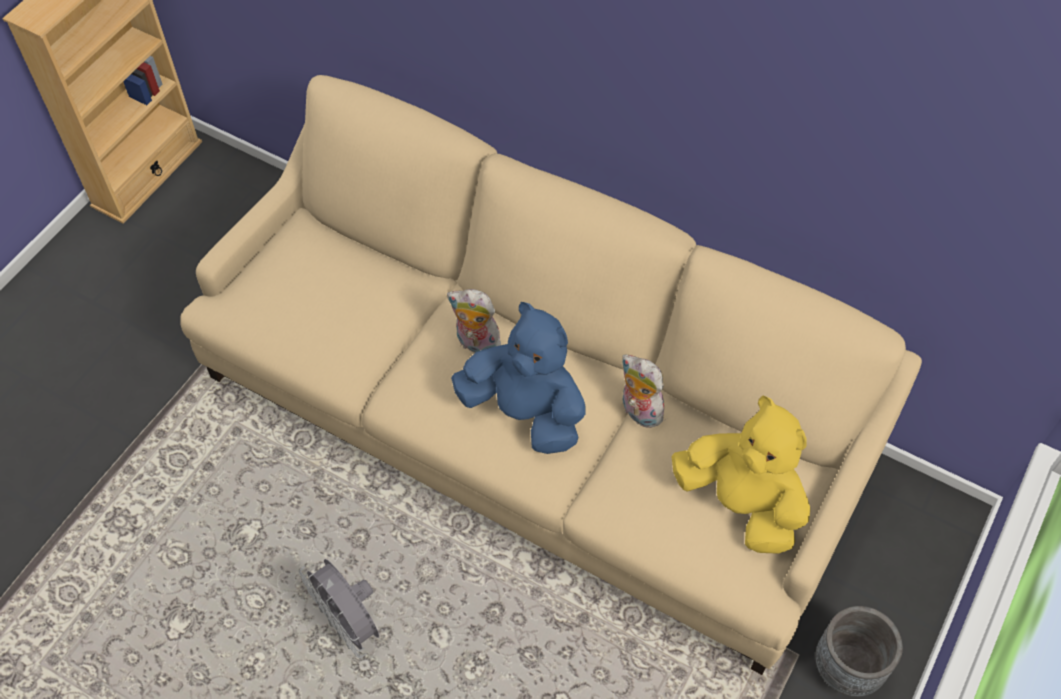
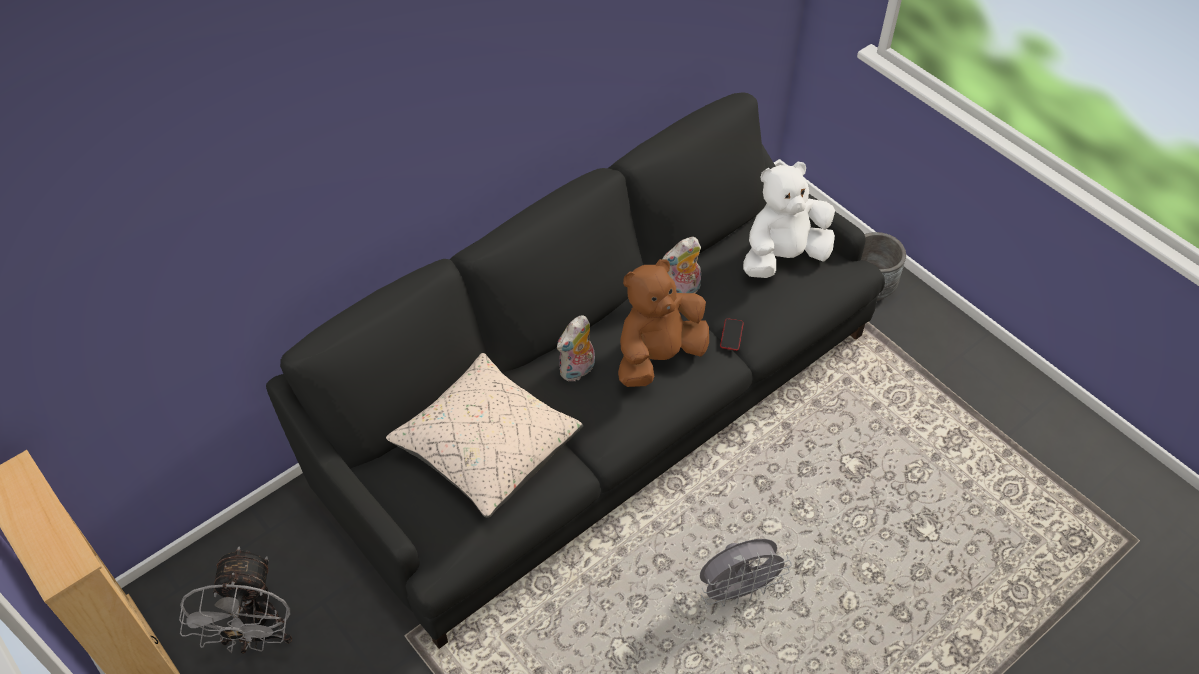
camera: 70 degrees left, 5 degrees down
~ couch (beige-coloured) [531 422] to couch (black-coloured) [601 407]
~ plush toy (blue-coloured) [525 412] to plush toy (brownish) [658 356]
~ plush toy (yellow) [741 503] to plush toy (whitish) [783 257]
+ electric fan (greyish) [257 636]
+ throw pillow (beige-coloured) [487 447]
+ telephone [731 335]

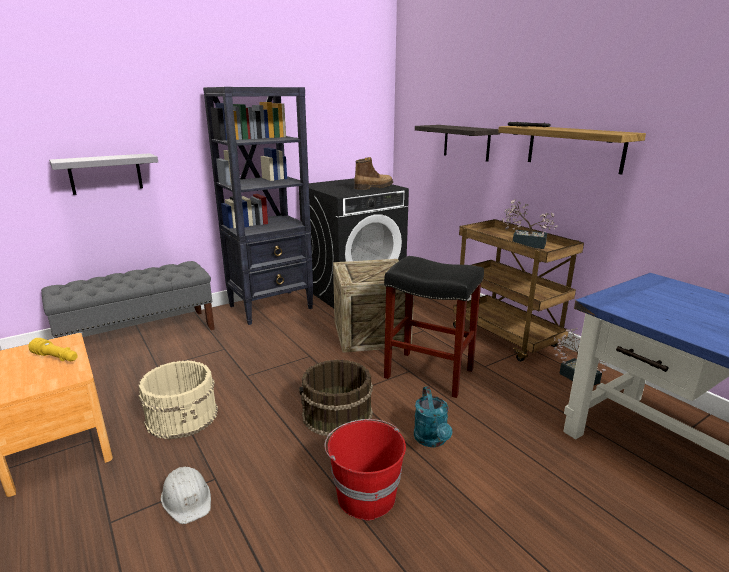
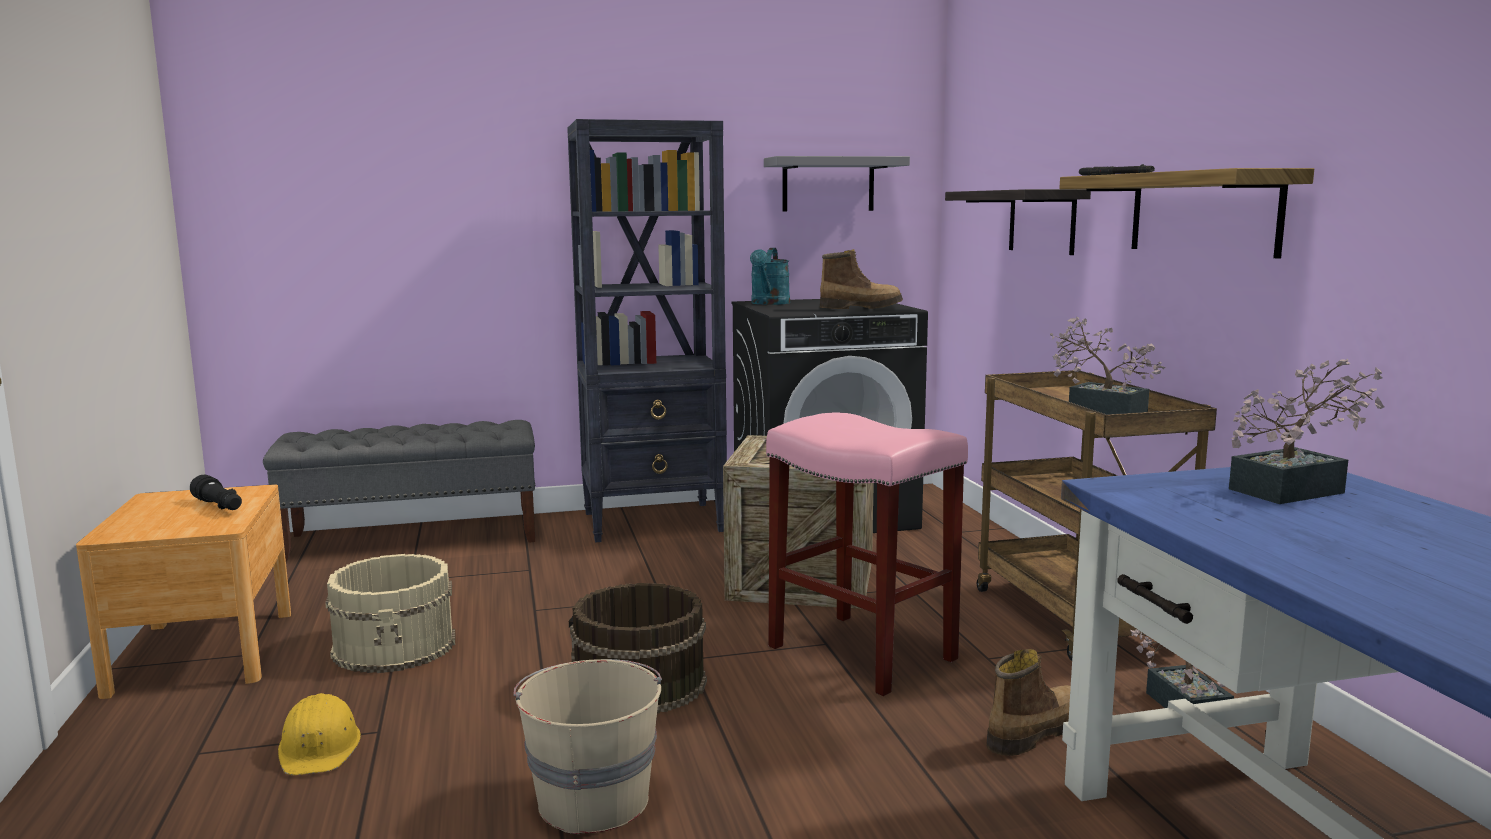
camera: 20 degrees right, 10 degrees down
~ hand torch (yellow) [56 358] to hand torch (black-coloured) [219 506]
~ shelf (greyish) [105 174] to [828 184]
~ work helmet (whitish) [187 498] to work helmet (yellow) [320 747]
~ water bucket (red) [365 495] to water bucket (beige-coloured) [592 799]
~ sitting stool (black-coloured) [427 373] to sitting stool (pink) [859 652]
~ watering pot (turquoise-coloured) [432 440] to [769 303]
+ tall boot [1035 732]
+ potted plant [1296 490]

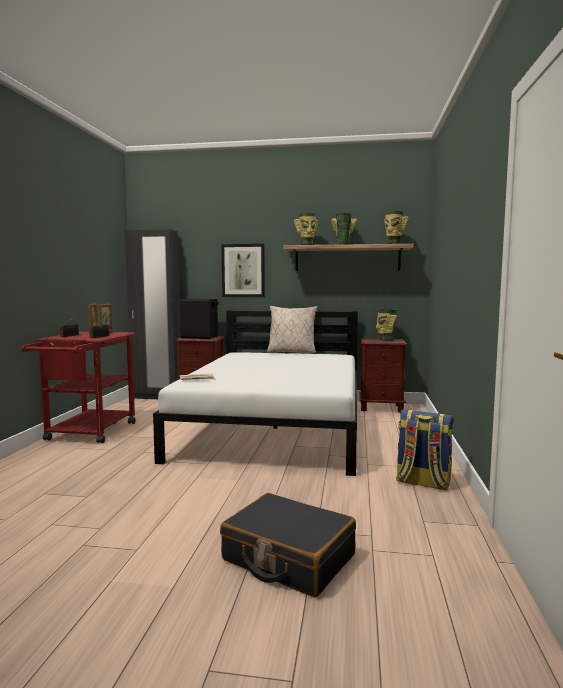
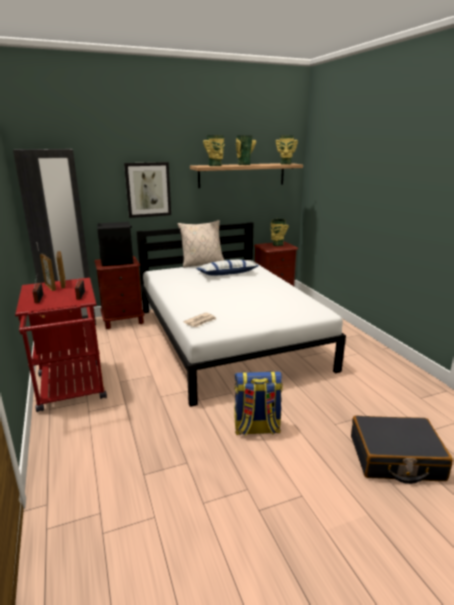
camera: 30 degrees left, 15 degrees up
~ rucksack [422 482] to [256 428]
+ throw pillow [227 274]

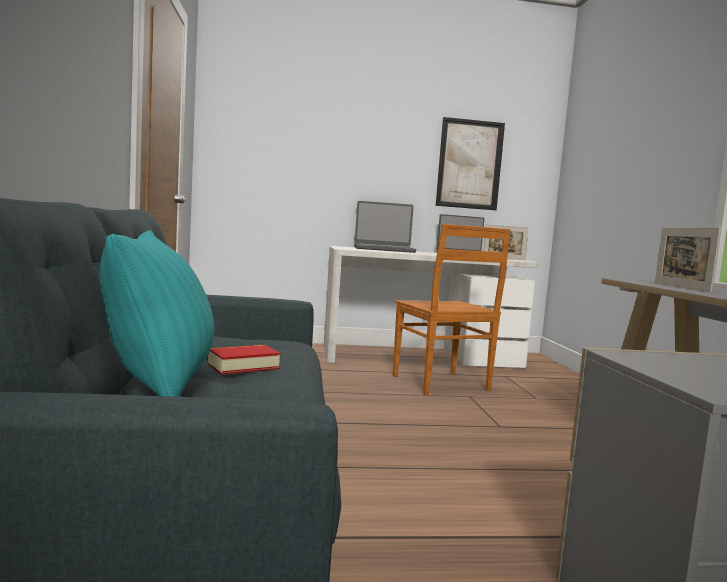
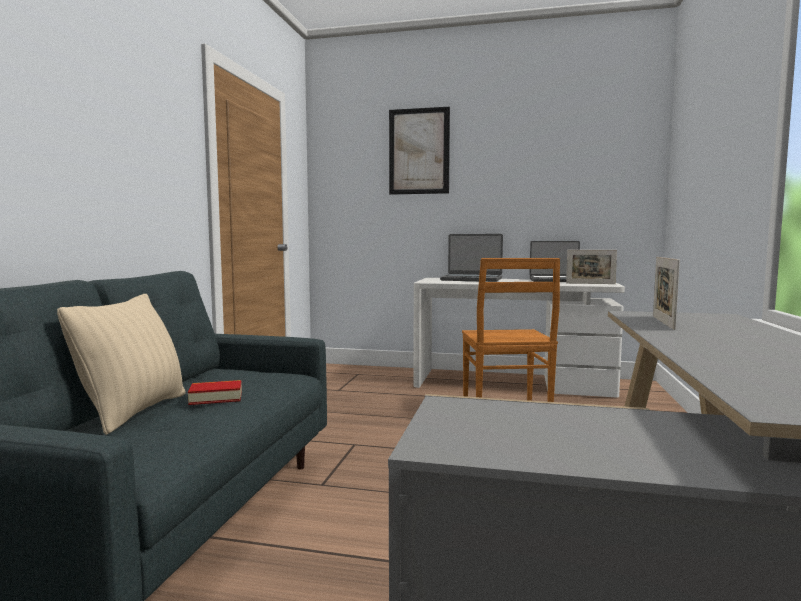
camera: 20 degrees right, 0 degrees up
~ throw pillow (turquoise-coloured) [160 384] to throw pillow (beige-coloured) [134 412]
~ wall art [469 164] to [419 151]

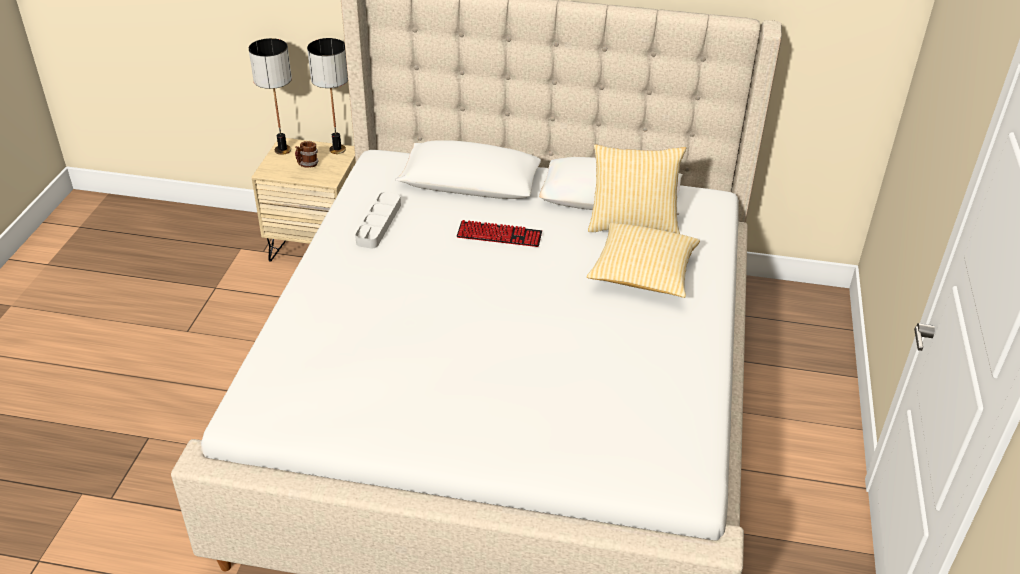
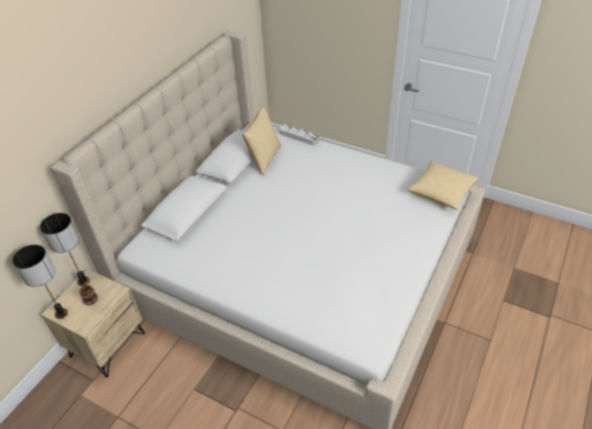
camera: 70 degrees left, 5 degrees up
~ carrying tray (greyish) [379 223] to [299 136]
- PC keyboard [499 235]
~ throw pillow [642 274] to [441 192]

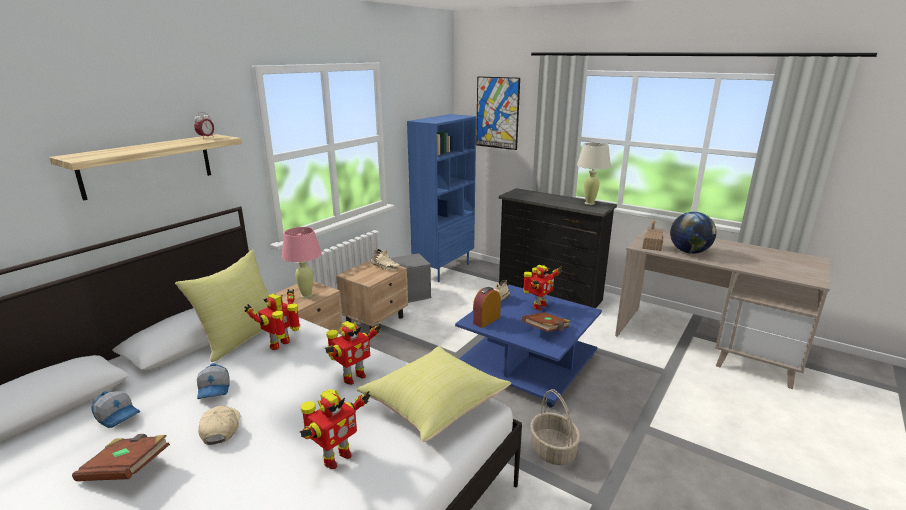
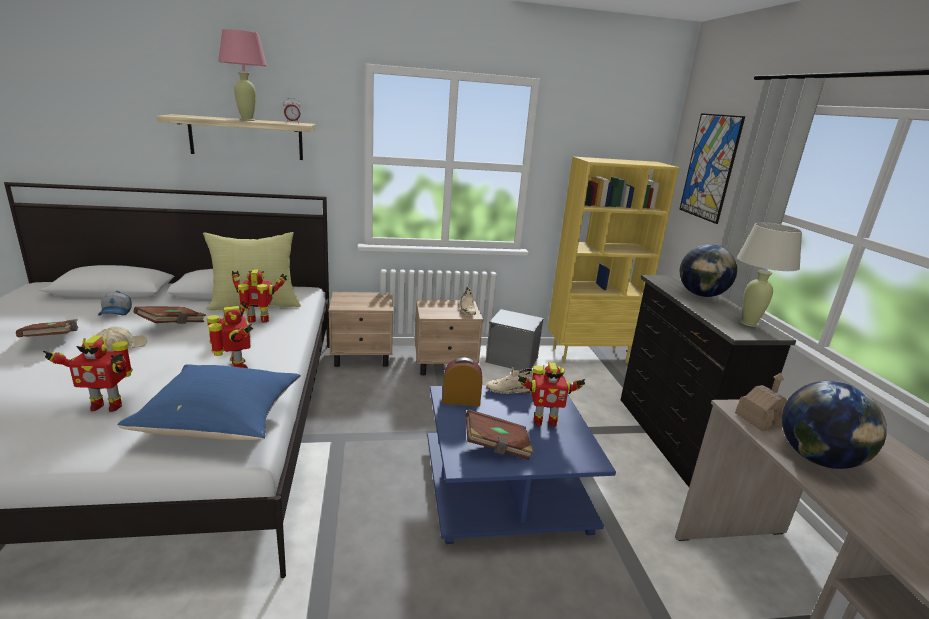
camera: 45 degrees right, 0 degrees up
~ cap [215 389] to volume (brownish) [173 325]
~ table lamp (pink) [306 295] to [247 120]
~ model robot [352 377] = [236 366] 120 degrees counterclockwise
~ throw pillow (yellow) [434 406] to throw pillow (blue-coloured) [223 421]
~ shelving unit (blue-coloured) [443 269] to shelving unit (yellow) [590 355]
- storage basket [553 451]
+ desk globe [701 295]

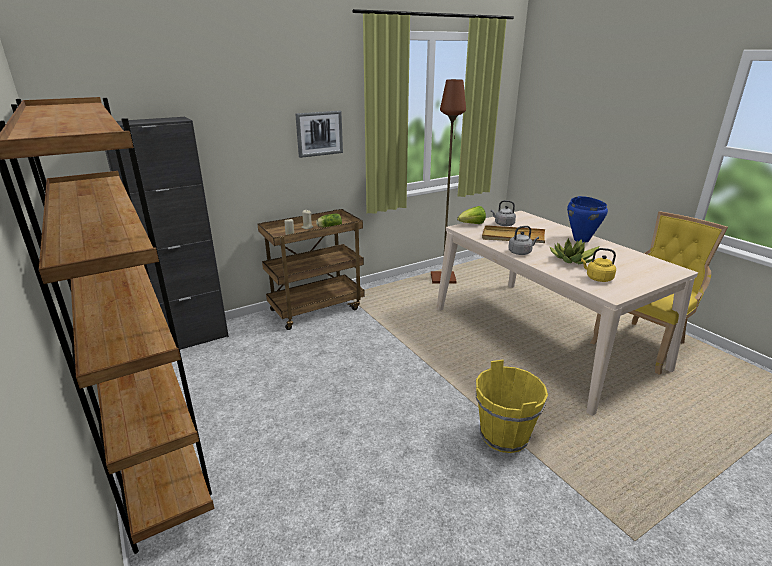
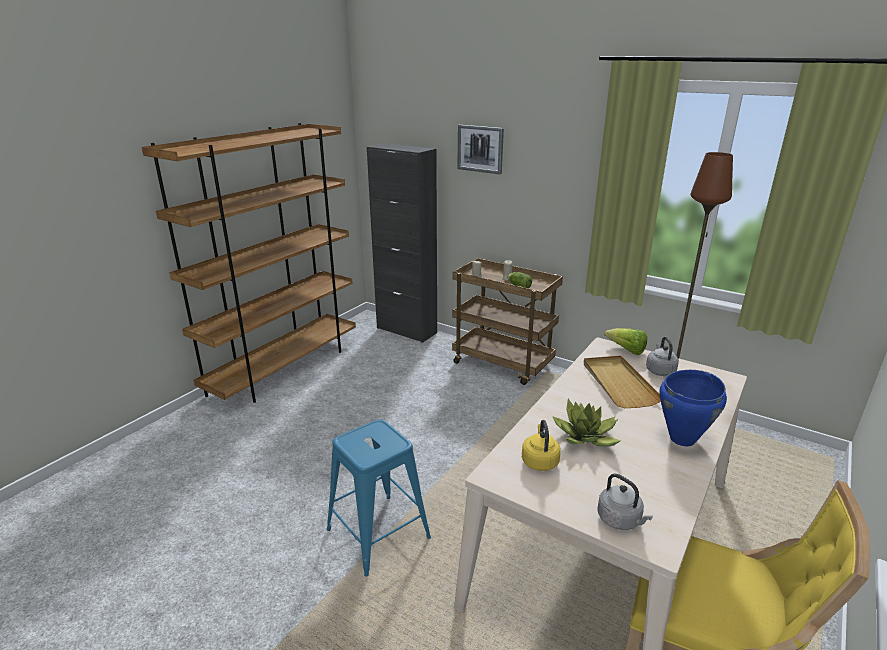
camera: 65 degrees right, 0 degrees up
~ wall art [319 133] to [480 149]
~ water bucket (yellow) [503 435] to sitting stool (blue-coloured) [379 533]
~ kettle (greyish) [521 252] to [620 520]

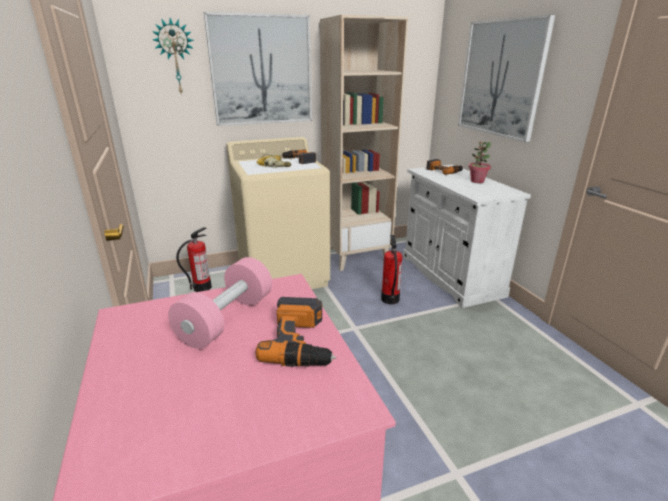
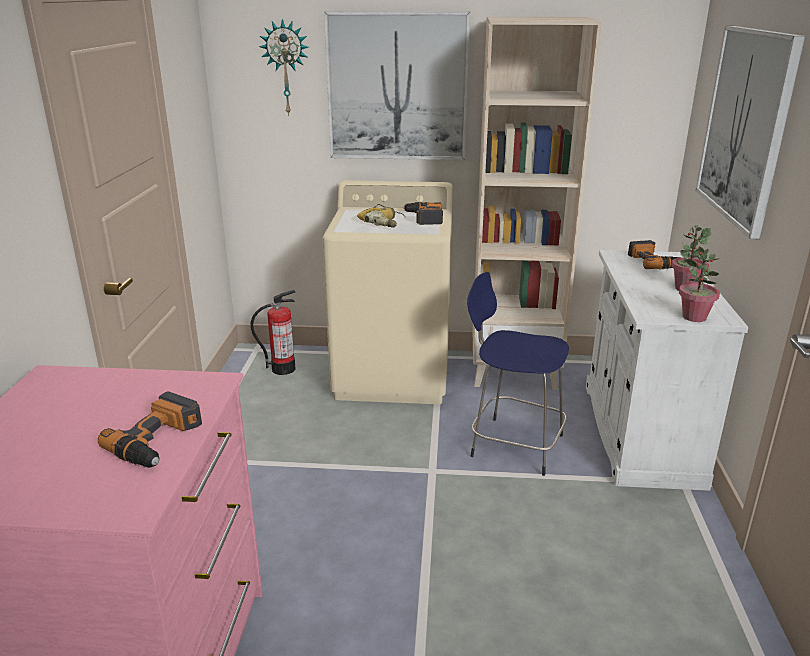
camera: 25 degrees right, 0 degrees up
- dumbbell (pink) [226 319]
~ fire-fighting cylinder [390 299] to sitting stool (blue-coloured) [513 444]
+ potted plant [694 317]

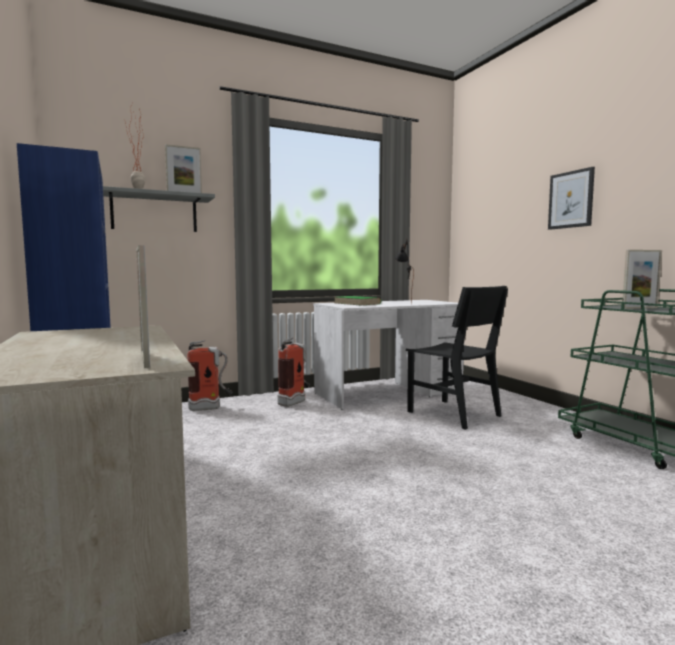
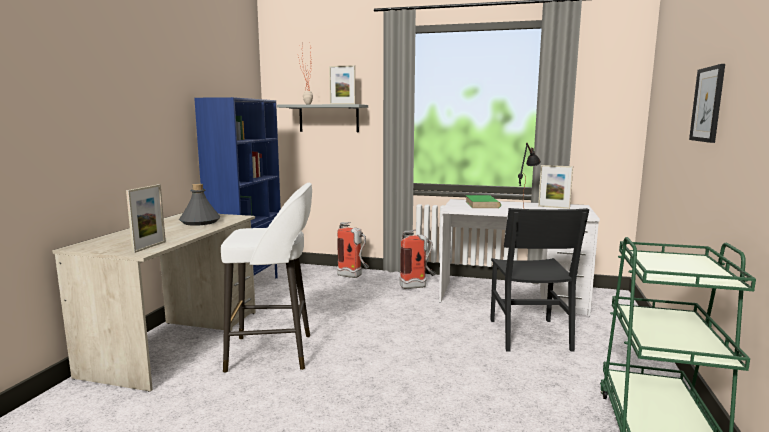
camera: 40 degrees right, 5 degrees up
~ photo frame [640 308] to [553 207]
+ beverage bottle (greyish) [200 222]
+ sitting stool (whitish) [273 353]

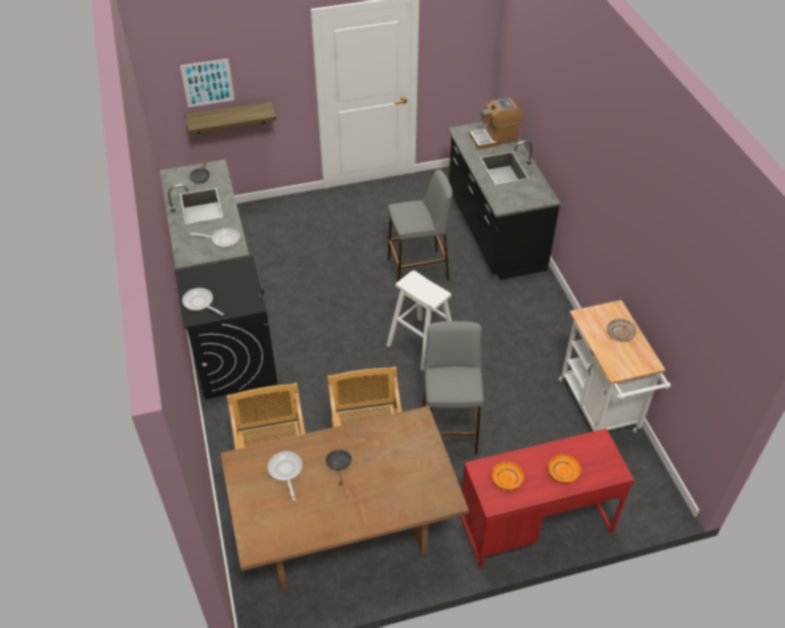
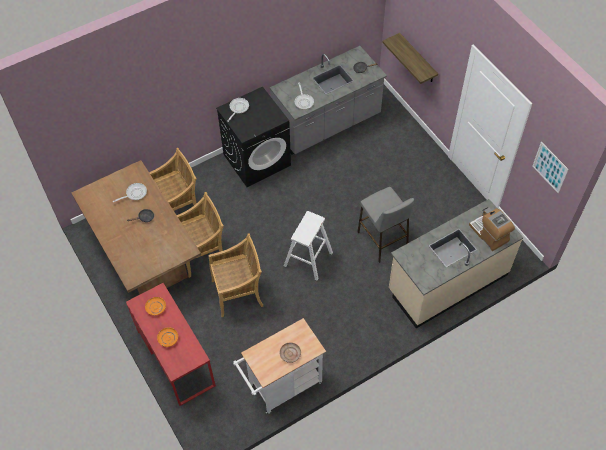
camera: 75 degrees right, 10 degrees up
~ wall art [207 83] to [550 167]
~ sitting stool (greyish) [449 428] to upright chair (beige-coloured) [238 293]
~ kitchen base unit (black-coloured) [493 231] to kitchen base unit (beige-coloured) [447 282]

